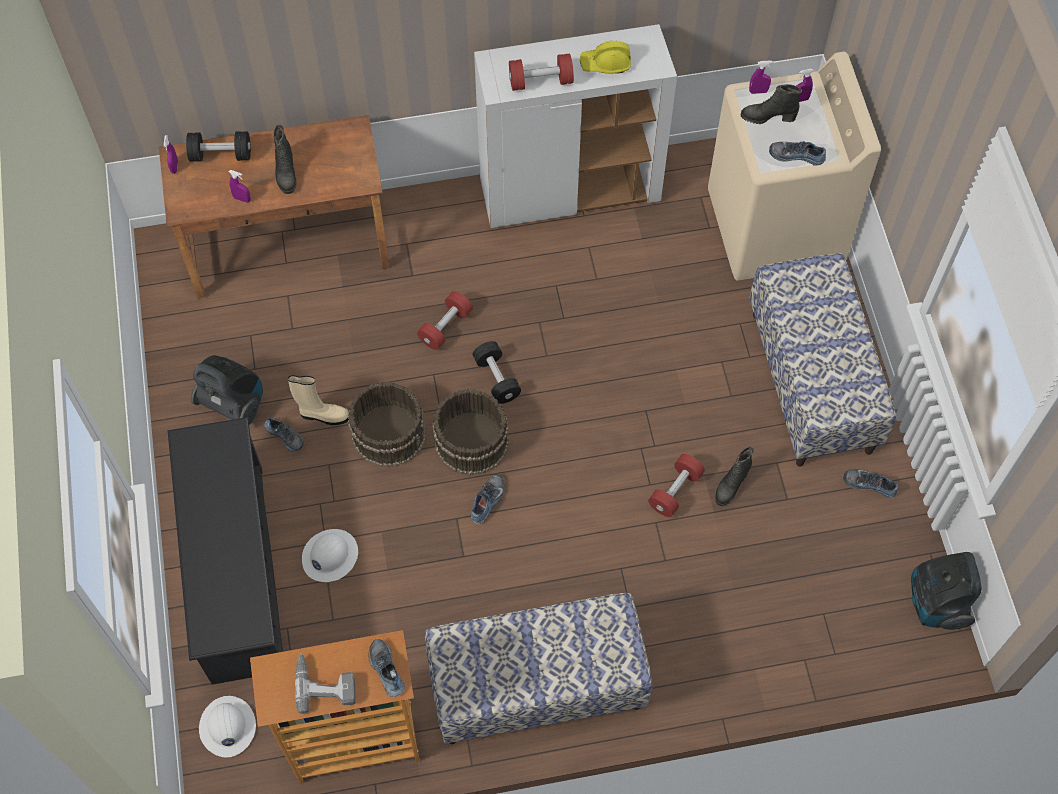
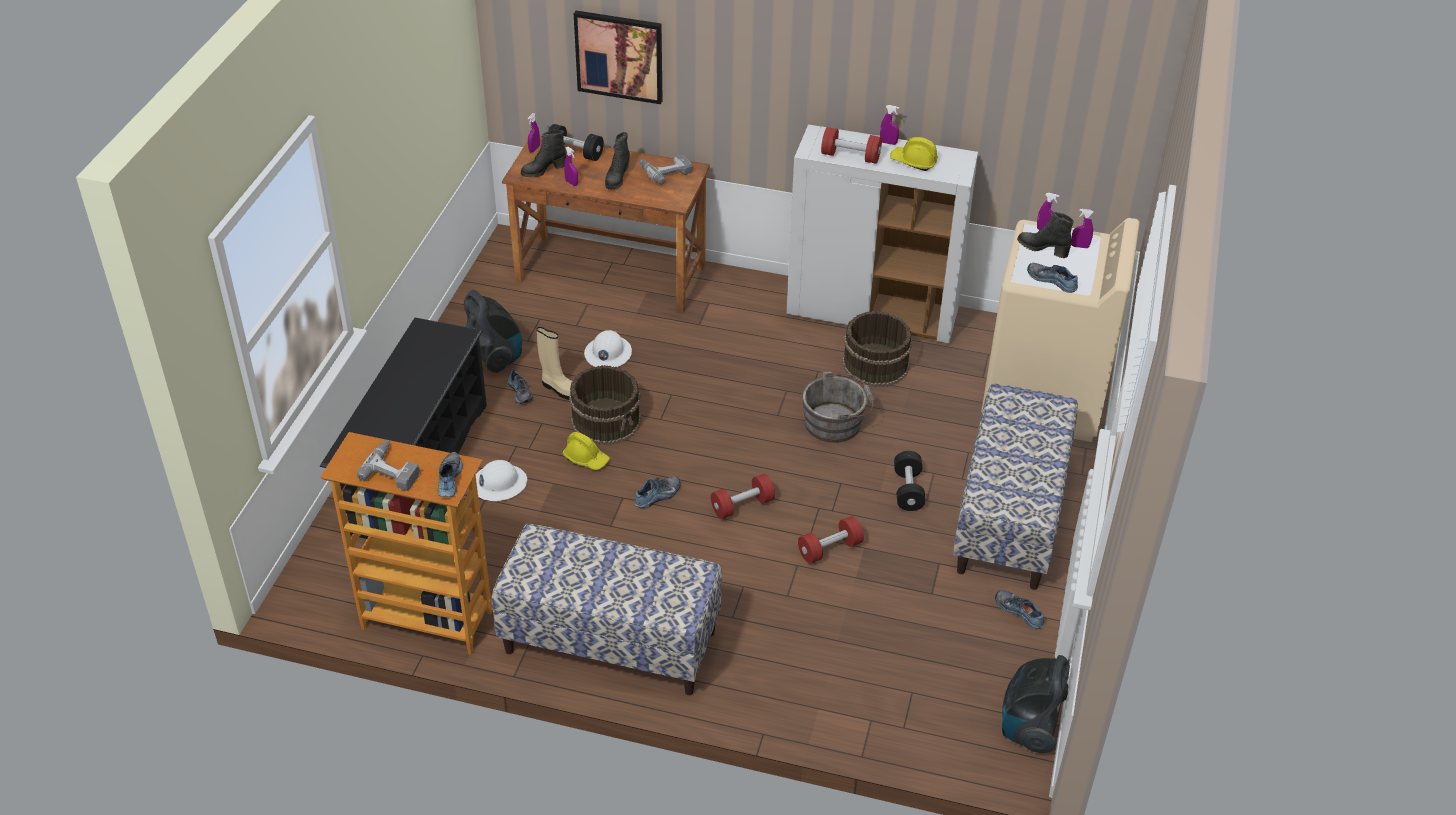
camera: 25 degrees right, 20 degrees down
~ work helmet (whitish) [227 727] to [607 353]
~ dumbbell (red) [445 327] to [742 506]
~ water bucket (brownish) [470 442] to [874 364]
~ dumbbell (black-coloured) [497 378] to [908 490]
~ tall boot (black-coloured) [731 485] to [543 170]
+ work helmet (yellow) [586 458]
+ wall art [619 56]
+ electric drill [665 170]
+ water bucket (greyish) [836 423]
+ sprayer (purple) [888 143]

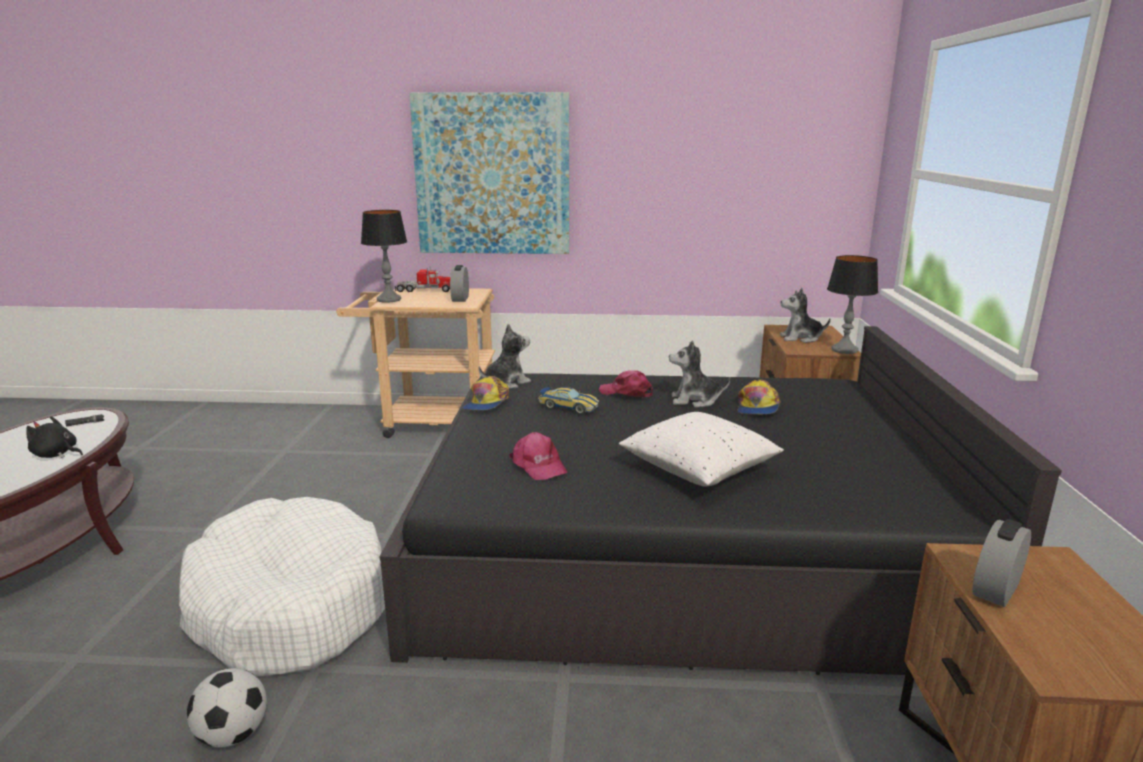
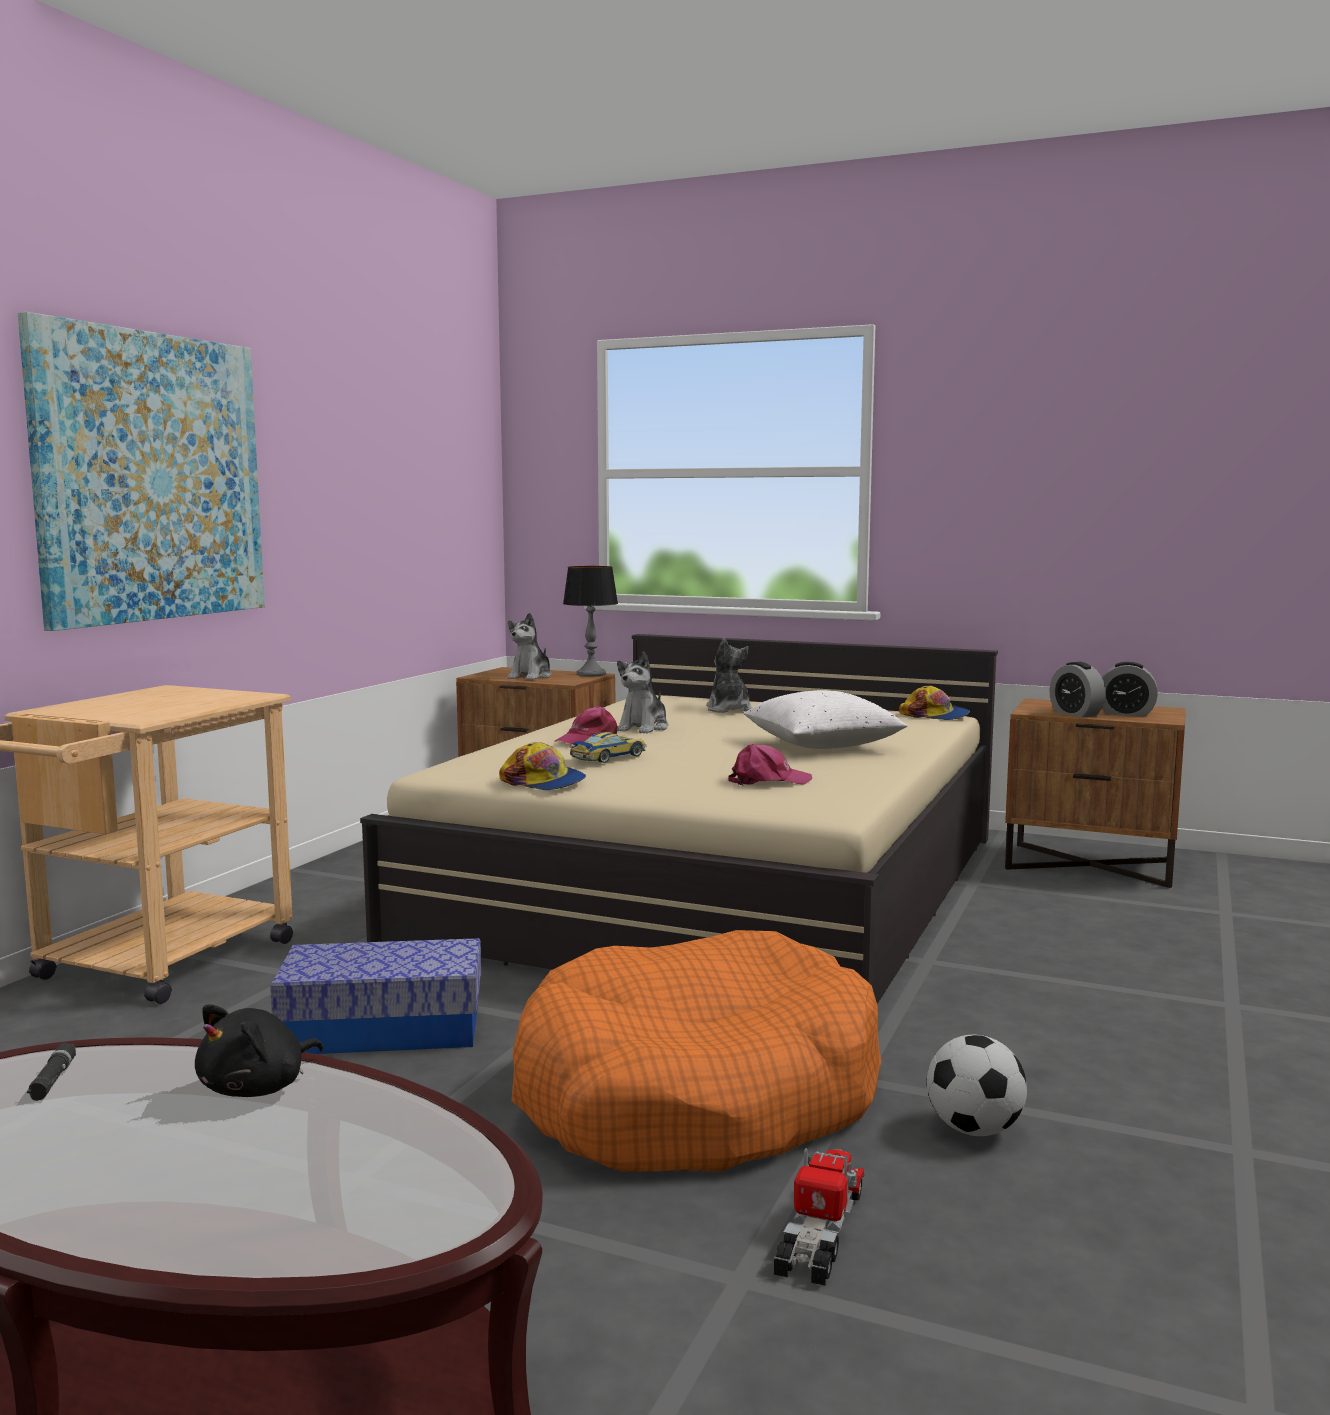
camera: 70 degrees left, 10 degrees down
~ pet bed (whitish) [289 605] to pet bed (orange) [697 1096]
- table lamp [389 299]
~ bedroom bed (black-coloured) [675 545] to bedroom bed (beige-coloured) [722 886]
~ toy lorry [424 290] to [820 1231]
~ table clock [460 299] to [1126 713]
~ plush toy [506 383] to [729 709]
~ cap [757 407] to [935 715]
+ storage container [383 1029]

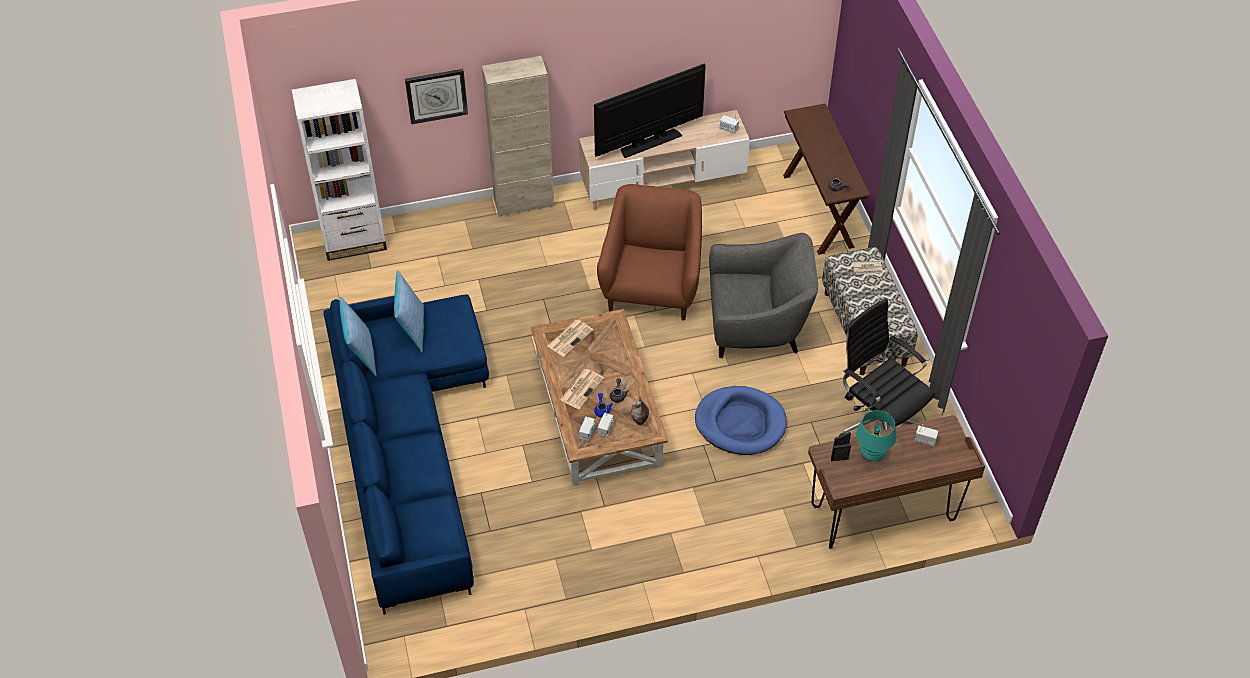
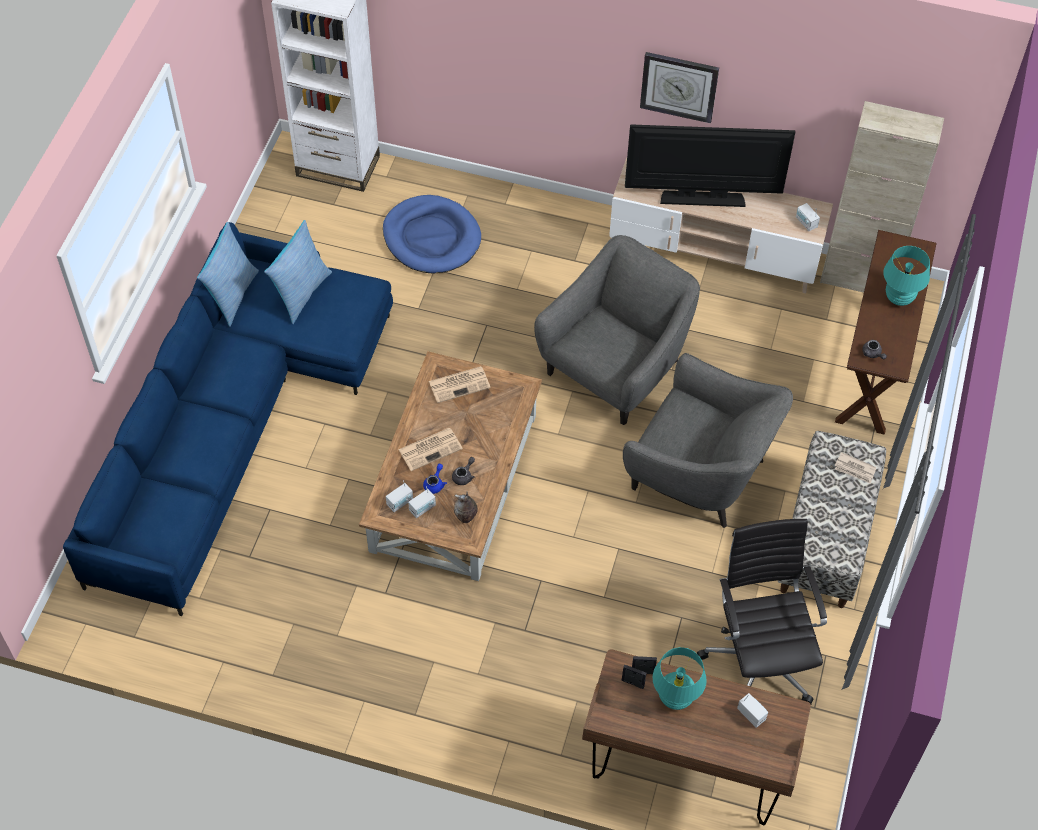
camera: 30 degrees right, 5 degrees up
~ hanging clock [436 95] to [679 86]
~ storage cabinet (beige-coloured) [524 203] to [858 279]
~ armchair (brownish) [652 286] to armchair (greyish) [616 367]
~ pet bed (blue-coloured) [740 423] to [431 238]
+ table lamp (turquoise-coloured) [899 298]

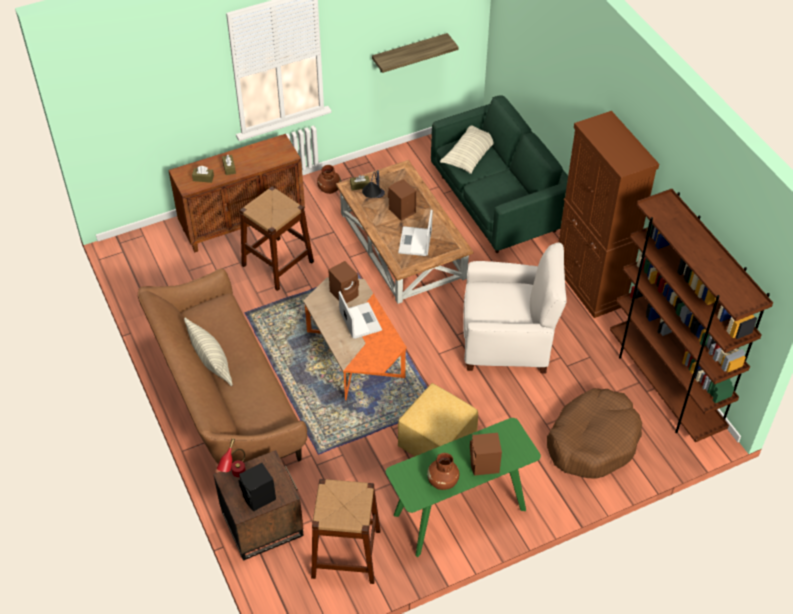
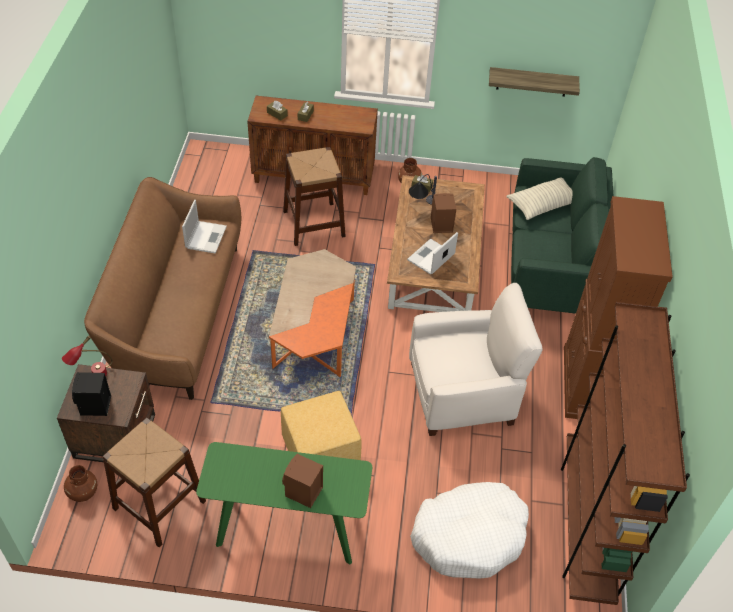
camera: 30 degrees right, 0 degrees up
- throw pillow [211 363]
- speaker (brownish) [345 293]
~ notebook computer [360 320] to [206 236]
~ vase (brownish) [442 481] to [82 492]
~ armchair (whitish) [507 340] = [463 393] 45 degrees counterclockwise
~ pet bed (brownish) [592 441] to pet bed (whitish) [469 535]

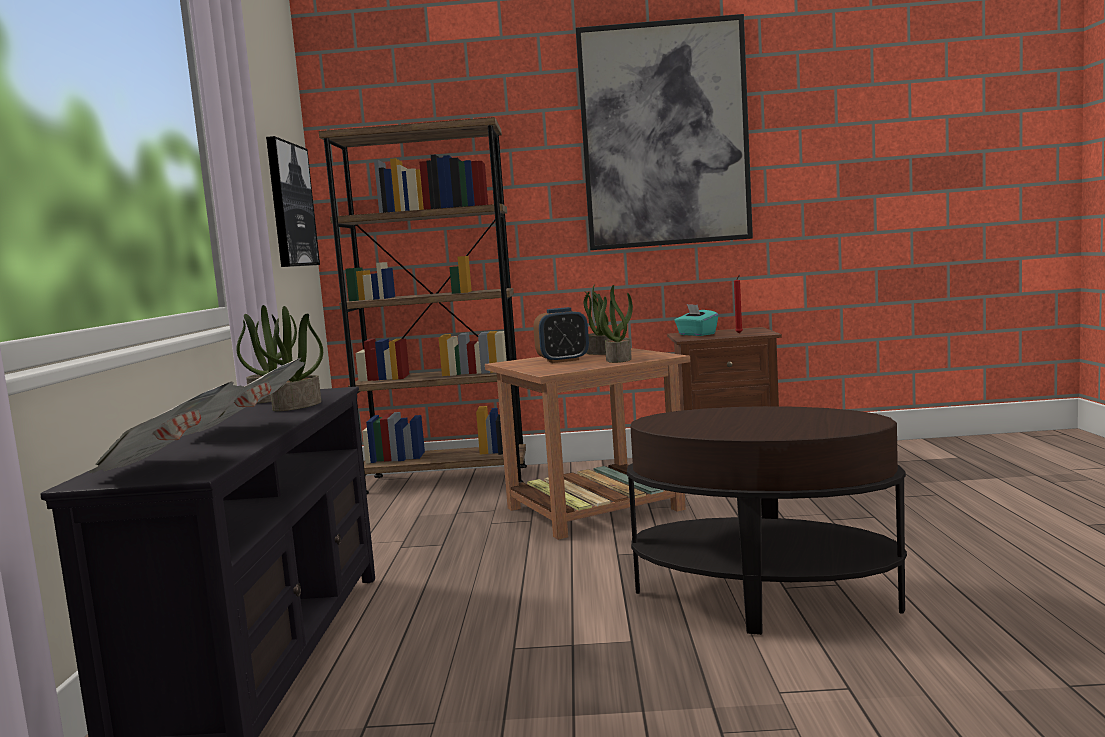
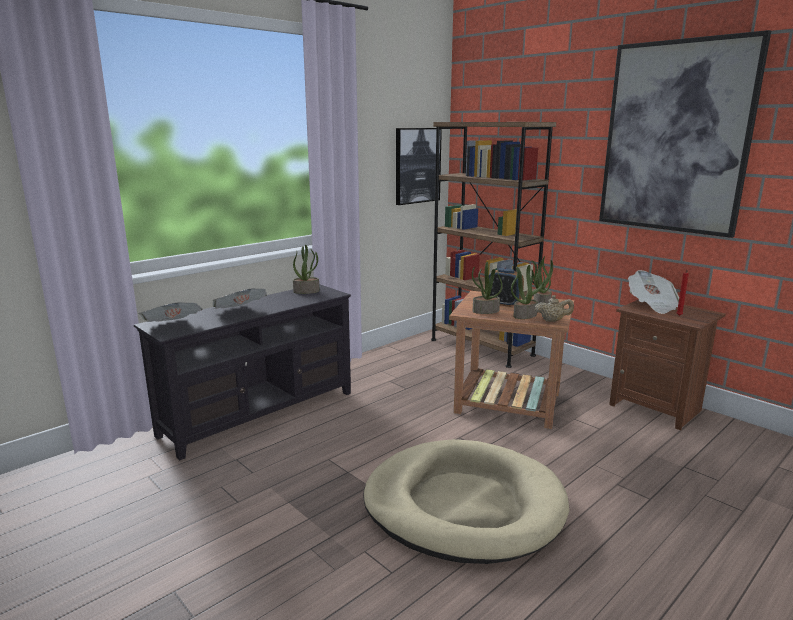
camera: 45 degrees right, 10 degrees up
~ potted plant [297 406] to [485 311]
~ end table (brownish) [764 599] to pet bed (beige-coloured) [463 505]
~ box of tissues (turquoise-coloured) [696 334] to daily paper [652 305]
+ pot for tea (beige-coloured) [552 321]

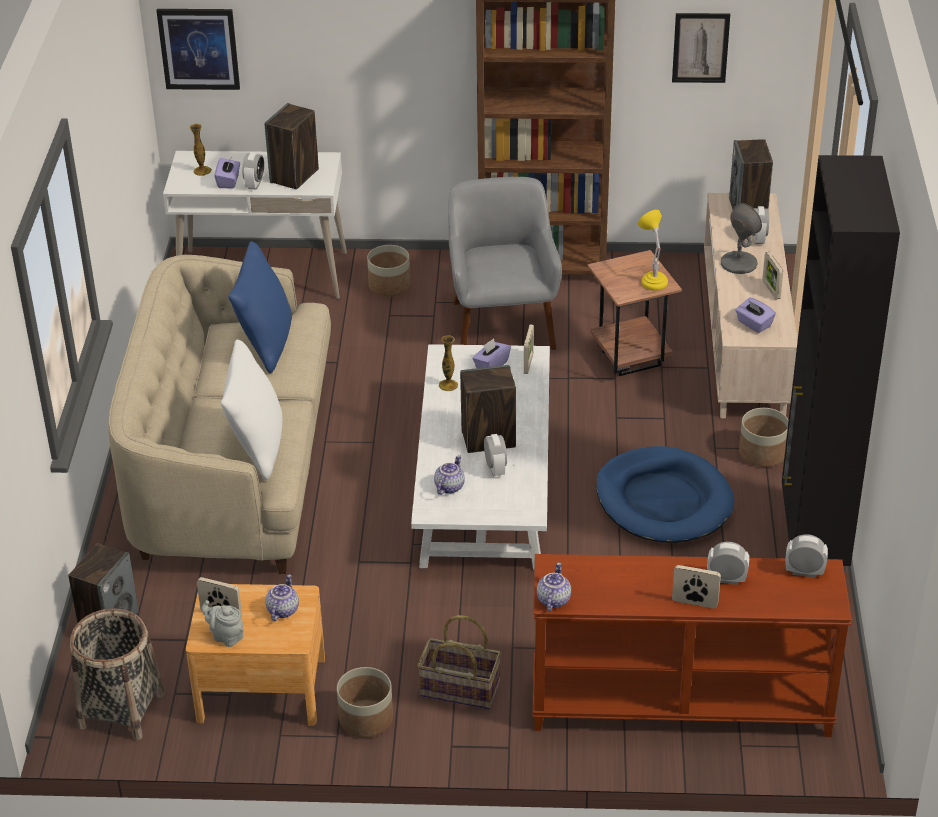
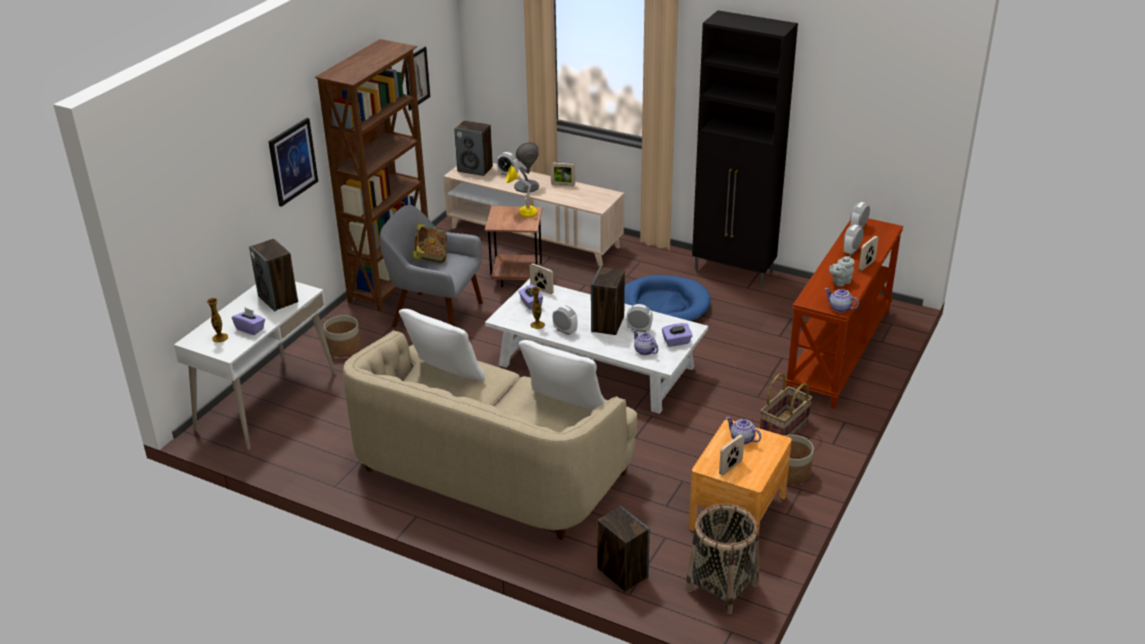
camera: 65 degrees left, 5 degrees down
~ wall art [199 48] to [292 161]
~ pot for tea (greyish) [226 636] to [840 282]
~ throw pillow (blue-coloured) [265 343] to throw pillow (whitish) [444 376]
~ table clock [254 184] to [565 331]
~ box of tissues (purple) [754 324] to [676 342]
- plant pot [762 453]
+ volume [430 257]

